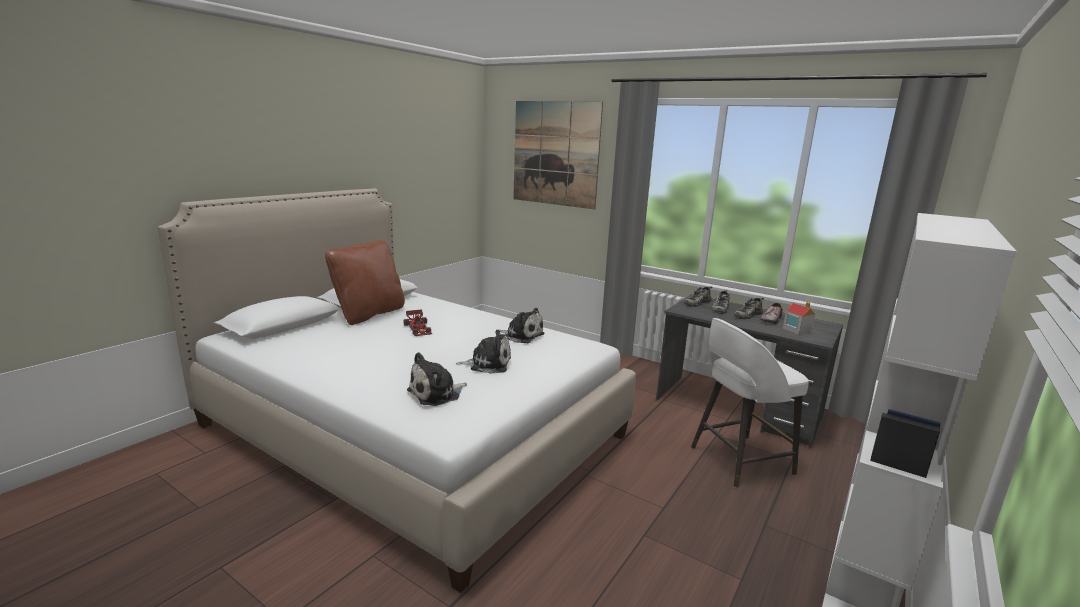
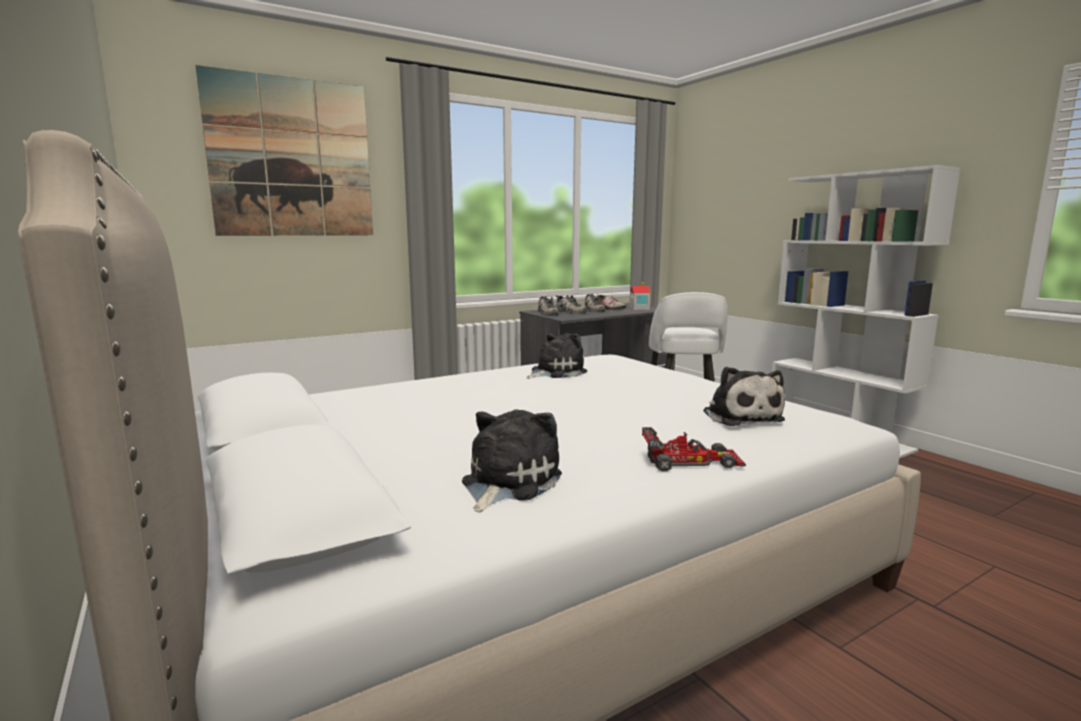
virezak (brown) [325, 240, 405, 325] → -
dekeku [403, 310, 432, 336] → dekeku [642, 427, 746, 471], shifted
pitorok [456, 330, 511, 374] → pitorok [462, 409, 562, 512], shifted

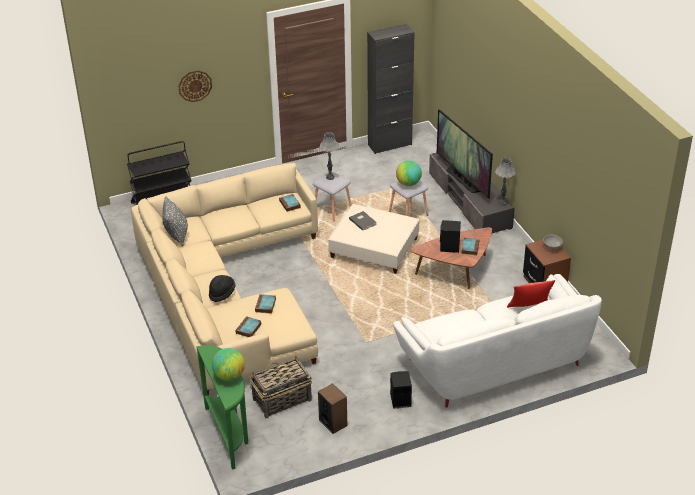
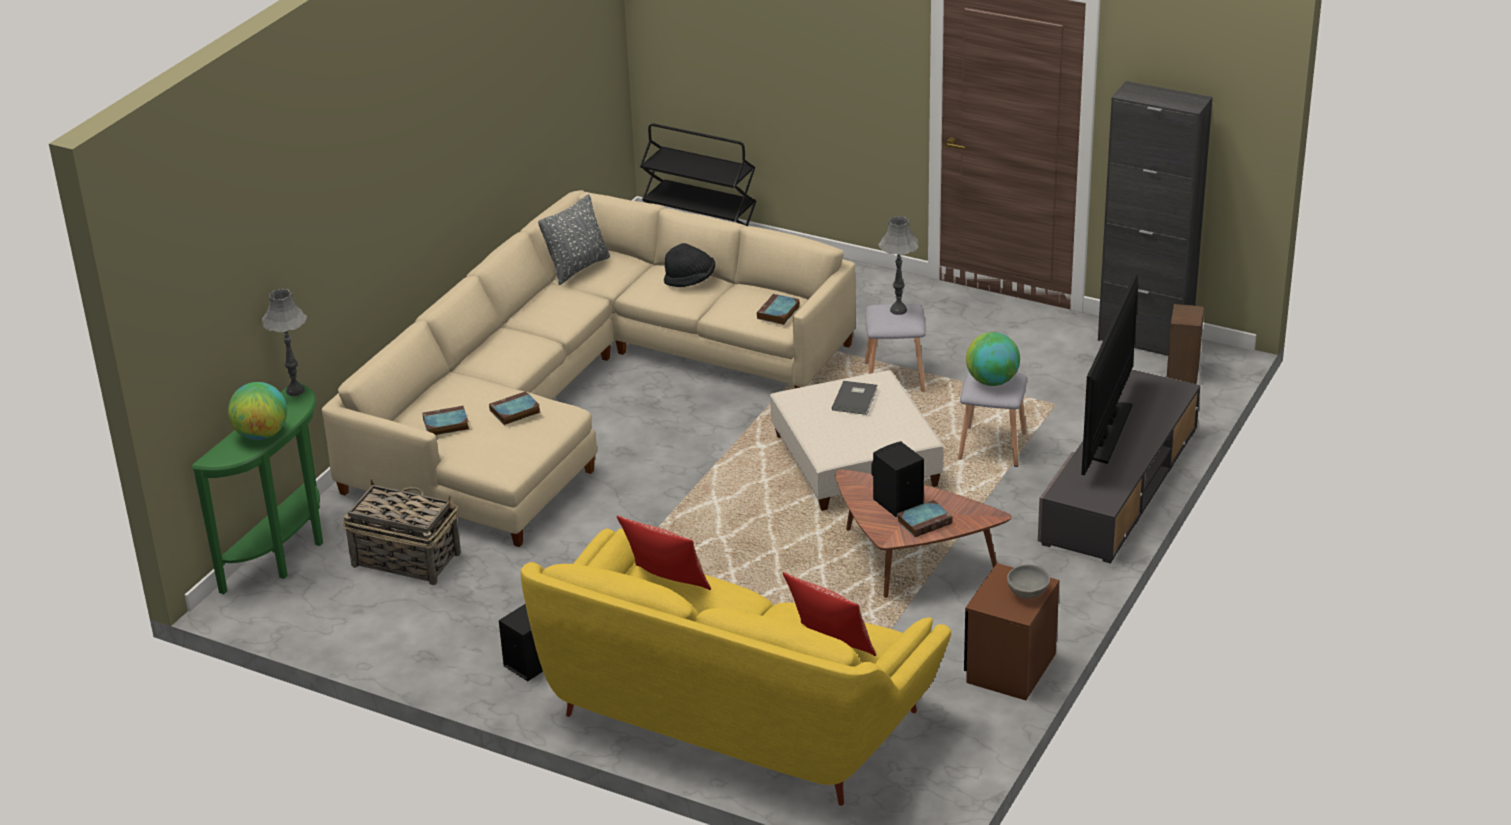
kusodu [178, 71, 212, 102] → -
- → virezak [617, 515, 711, 590]
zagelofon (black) [209, 275, 235, 302] → zagelofon (black) [664, 243, 715, 287], shifted
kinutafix [318, 383, 347, 434] → kinutafix [1167, 304, 1204, 384], shifted
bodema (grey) [495, 158, 516, 206] → bodema (grey) [262, 289, 307, 396], shifted
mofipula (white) [393, 274, 602, 408] → mofipula (yellow) [521, 529, 951, 806]

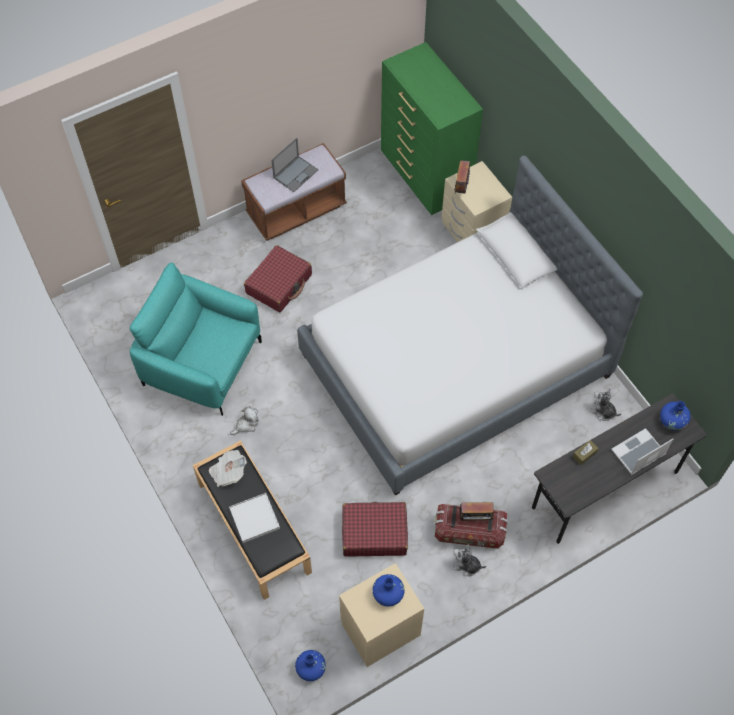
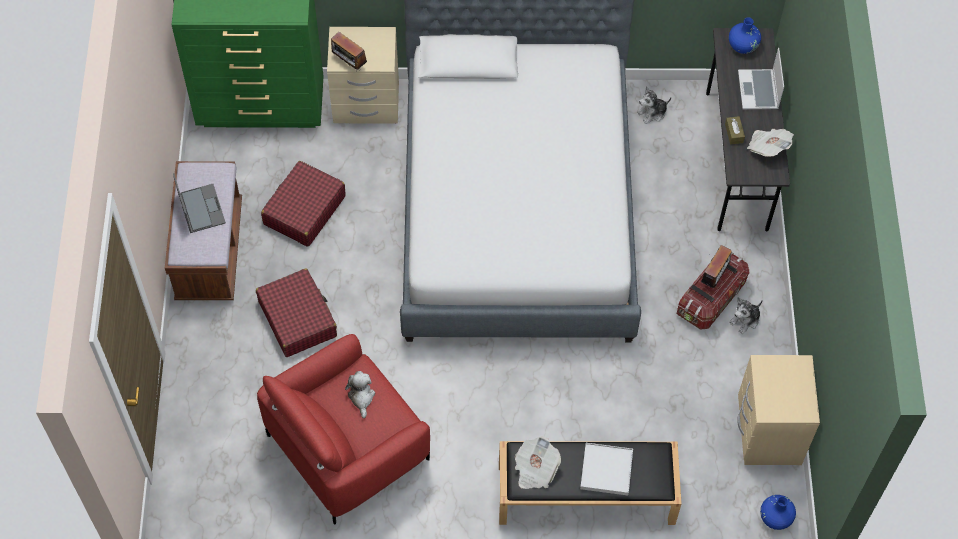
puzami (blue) [373, 574, 404, 607] → -
- → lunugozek [747, 129, 794, 157]
pitorok [230, 406, 259, 435] → pitorok [345, 371, 375, 418], shifted
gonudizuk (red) [342, 502, 408, 556] → gonudizuk (red) [261, 161, 346, 247], shifted
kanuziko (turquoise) [130, 262, 262, 416] → kanuziko (red) [257, 334, 430, 525]

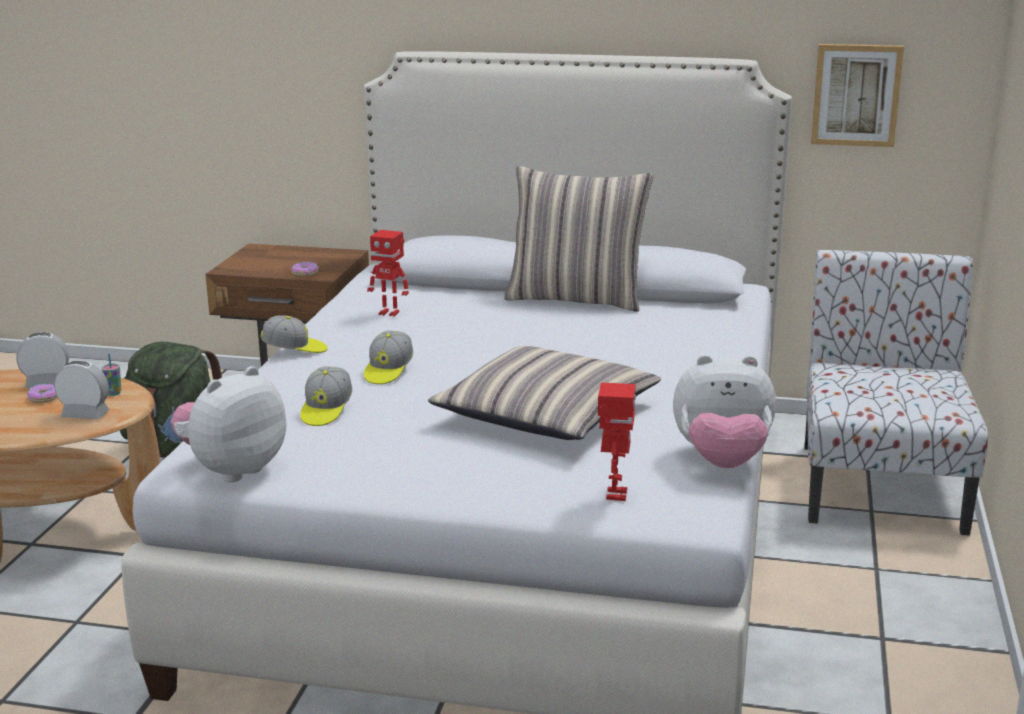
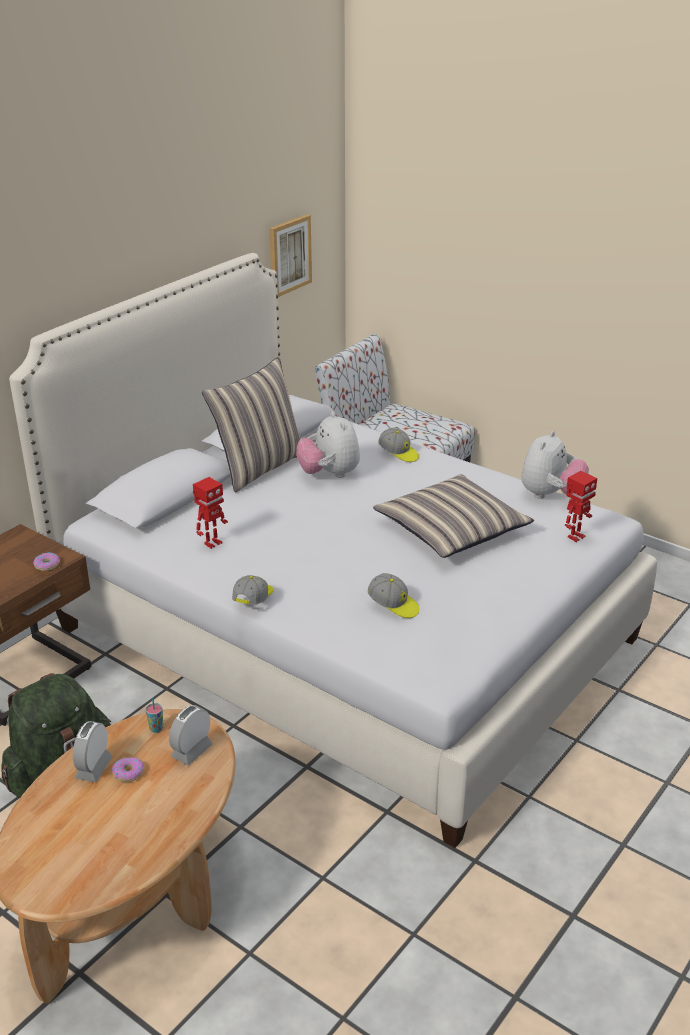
pitorok [171, 366, 286, 482] → pitorok [296, 412, 360, 478], shifted
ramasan [364, 330, 413, 384] → ramasan [378, 428, 419, 462], shifted
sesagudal [598, 382, 636, 501] → sesagudal [565, 471, 597, 542], 105 degrees clockwise

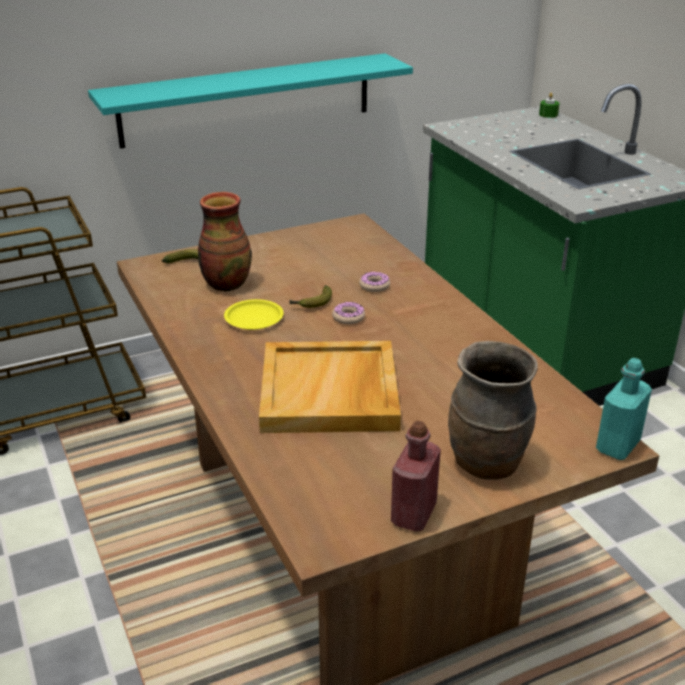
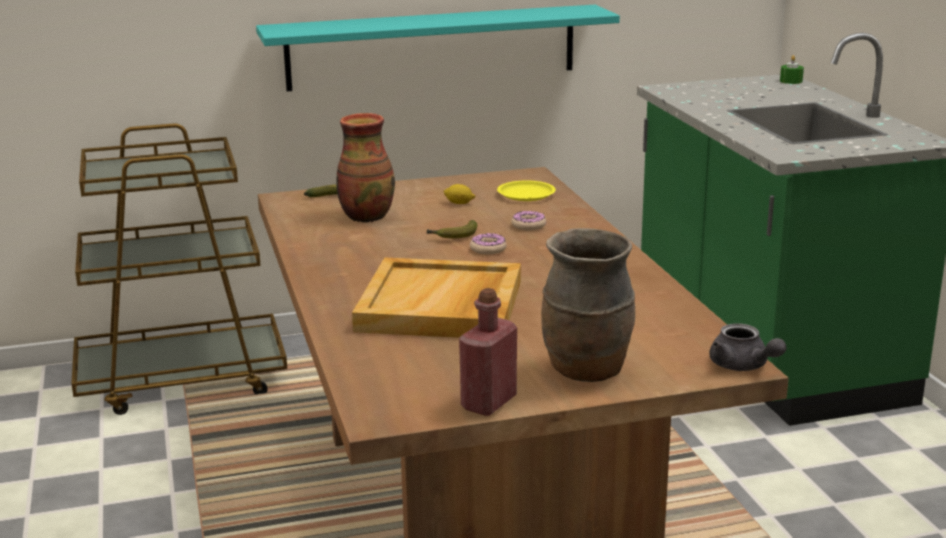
- → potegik [443, 184, 476, 204]
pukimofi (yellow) [224, 299, 284, 330] → pukimofi (yellow) [497, 180, 556, 201], shifted
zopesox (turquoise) [596, 358, 652, 460] → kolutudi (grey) [709, 324, 787, 371]

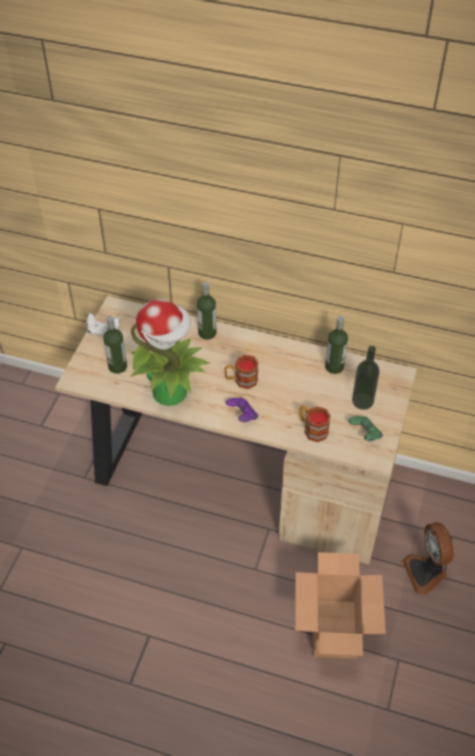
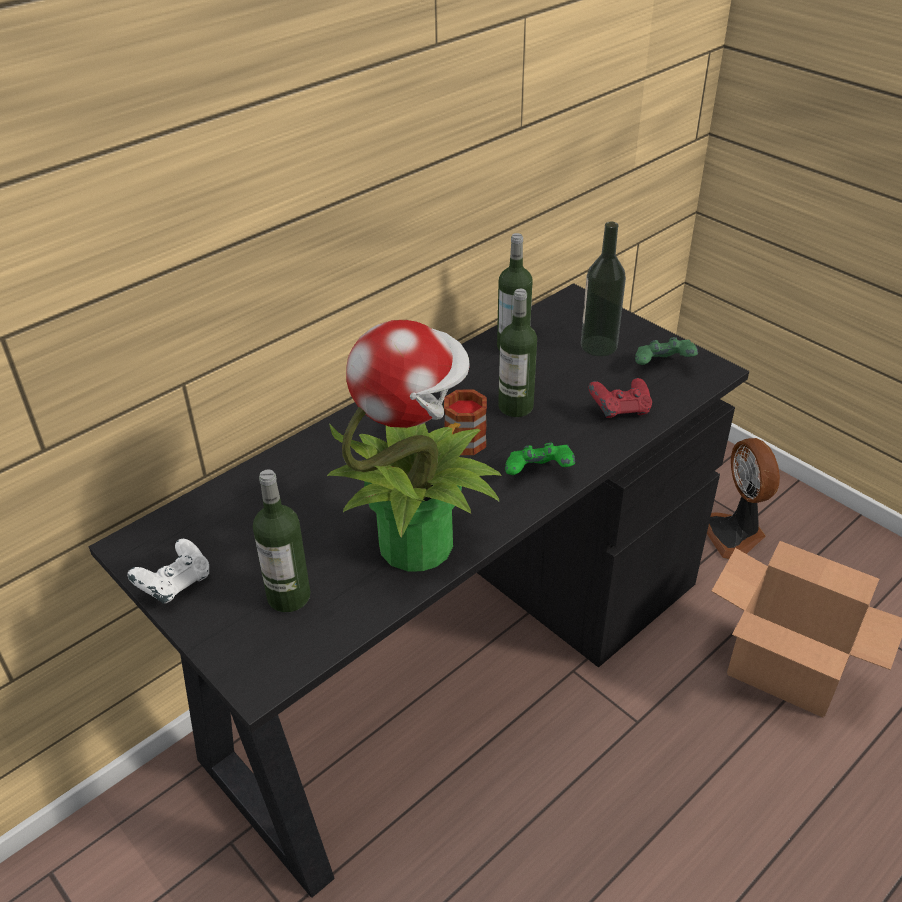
zopesox [197, 282, 217, 340] → zopesox [498, 289, 537, 417], shifted
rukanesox [299, 405, 331, 442] → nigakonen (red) [589, 378, 652, 418]
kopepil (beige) [55, 296, 417, 565] → kopepil (black) [89, 283, 749, 898]
nigakonen (purple) [226, 398, 258, 422] → nigakonen (green) [505, 443, 575, 475]
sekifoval [402, 522, 454, 595] → sekifoval [707, 438, 780, 559], 60 degrees clockwise

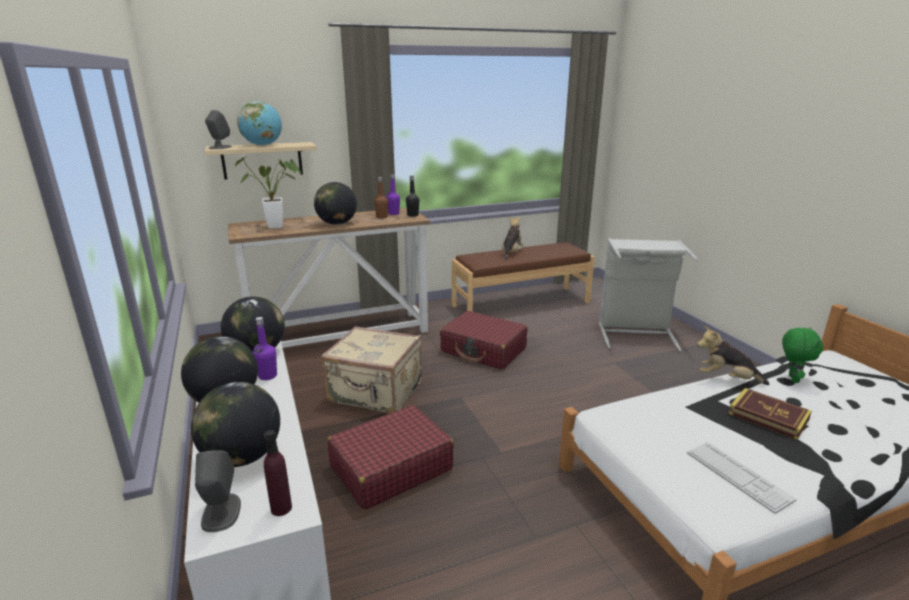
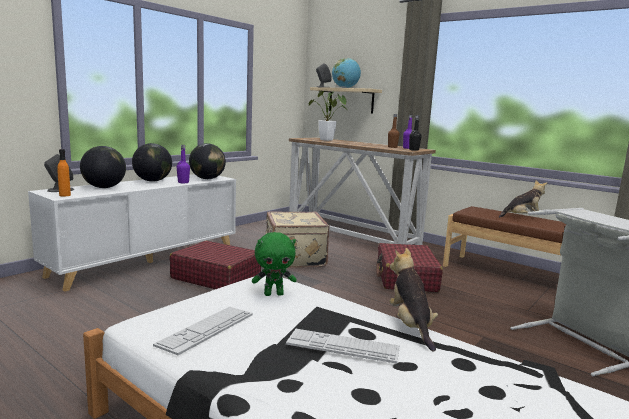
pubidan [314, 182, 357, 225] → -
pitorok (green) [782, 327, 823, 383] → pitorok (green) [252, 232, 297, 296], shifted
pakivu [728, 388, 812, 440] → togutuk [286, 329, 400, 364]
zopesox (purple) [264, 430, 292, 516] → zopesox (orange) [57, 149, 71, 196]

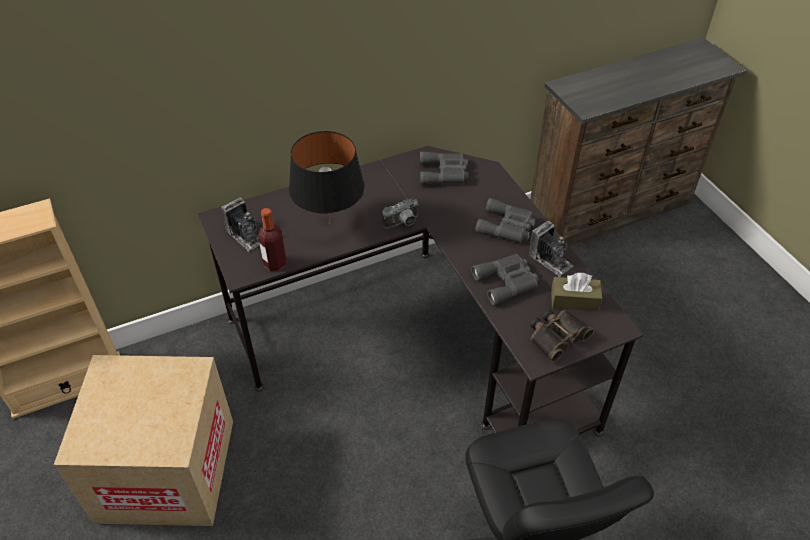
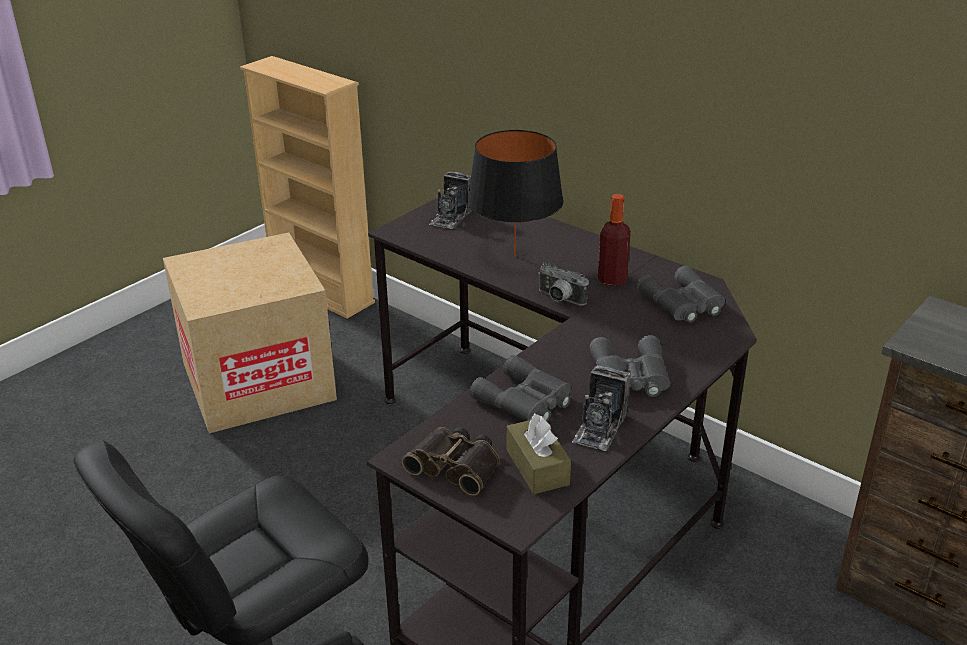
zopesox [258, 208, 286, 271] → zopesox [598, 194, 631, 286], shifted

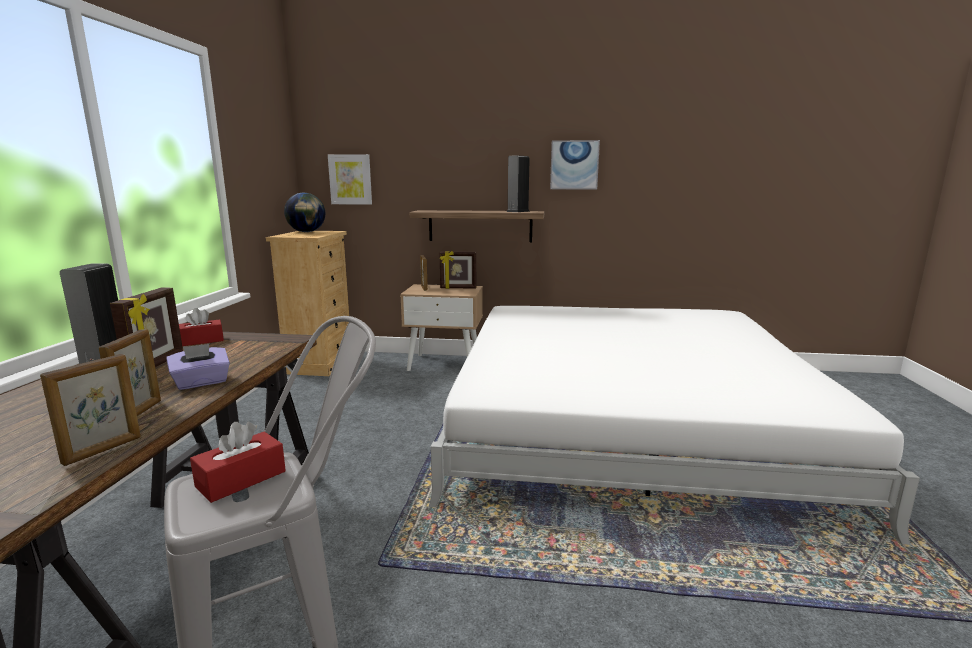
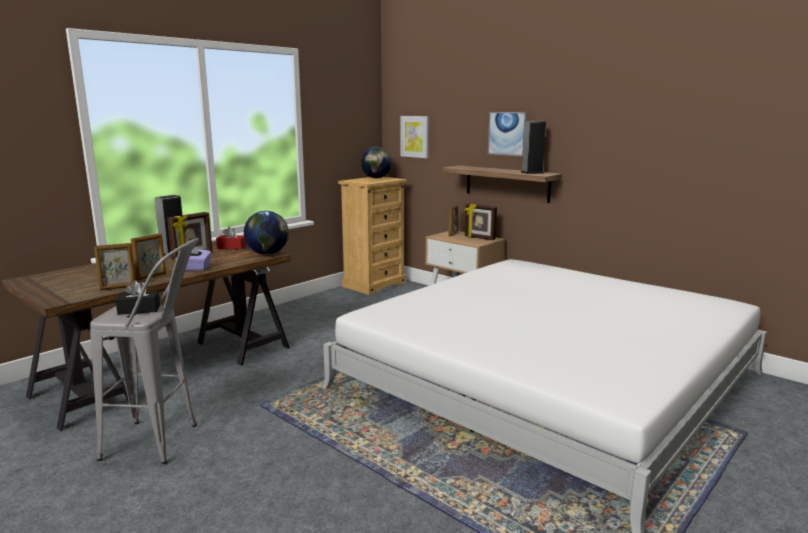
- → pubidan [244, 211, 289, 254]
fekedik [550, 140, 600, 189] → fekedik [488, 112, 527, 156], shifted
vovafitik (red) [190, 422, 286, 503] → vovafitik (black) [115, 281, 160, 315]

